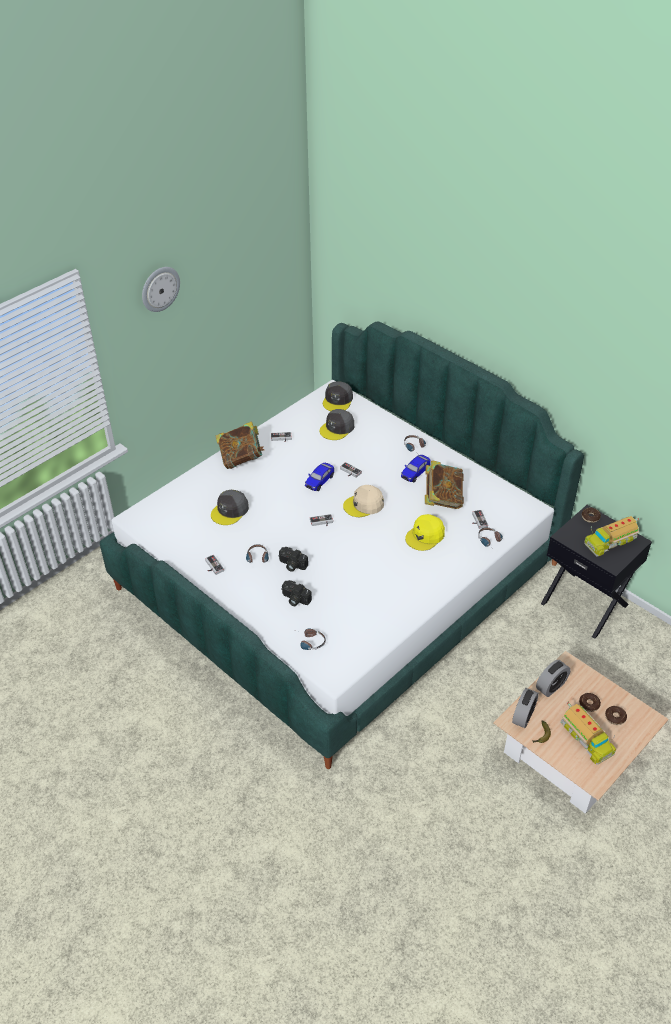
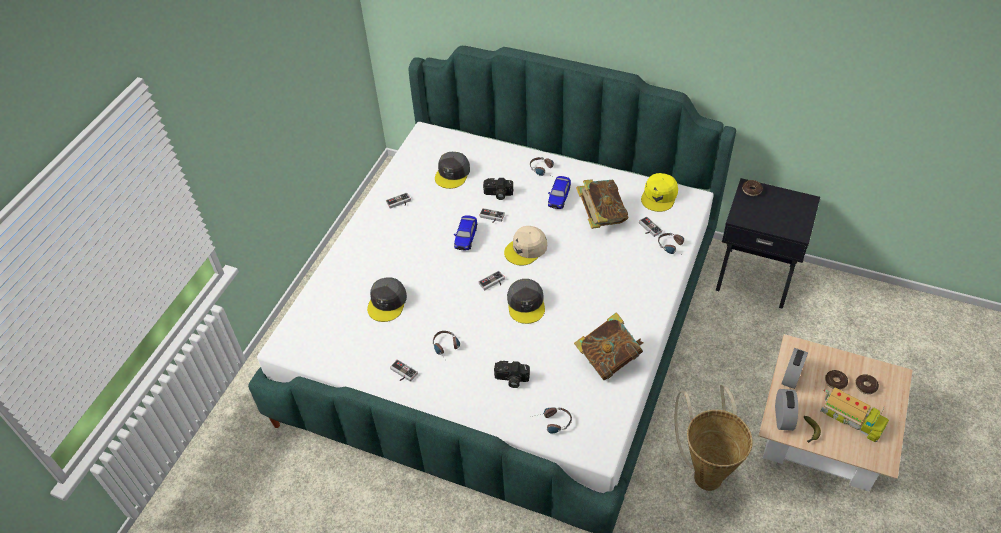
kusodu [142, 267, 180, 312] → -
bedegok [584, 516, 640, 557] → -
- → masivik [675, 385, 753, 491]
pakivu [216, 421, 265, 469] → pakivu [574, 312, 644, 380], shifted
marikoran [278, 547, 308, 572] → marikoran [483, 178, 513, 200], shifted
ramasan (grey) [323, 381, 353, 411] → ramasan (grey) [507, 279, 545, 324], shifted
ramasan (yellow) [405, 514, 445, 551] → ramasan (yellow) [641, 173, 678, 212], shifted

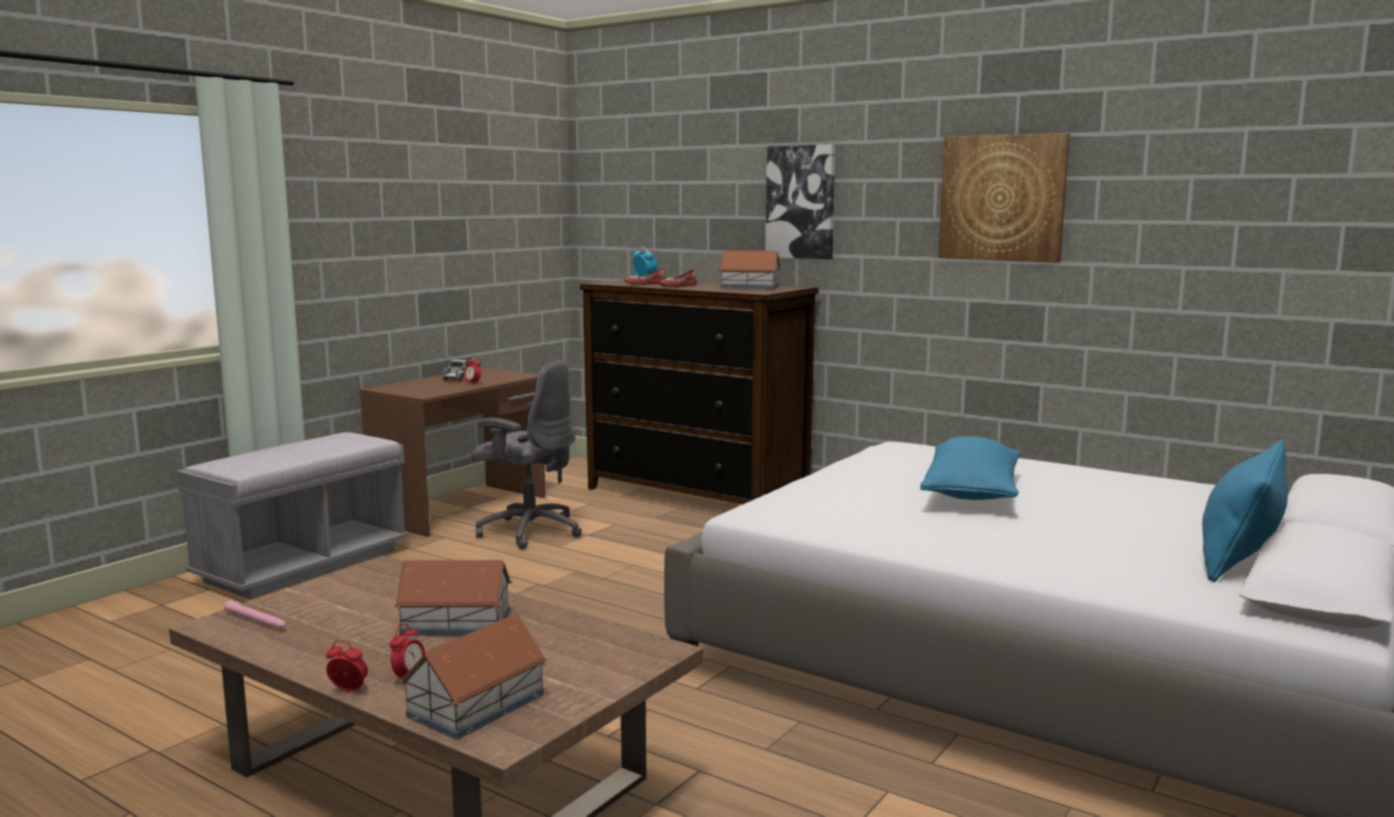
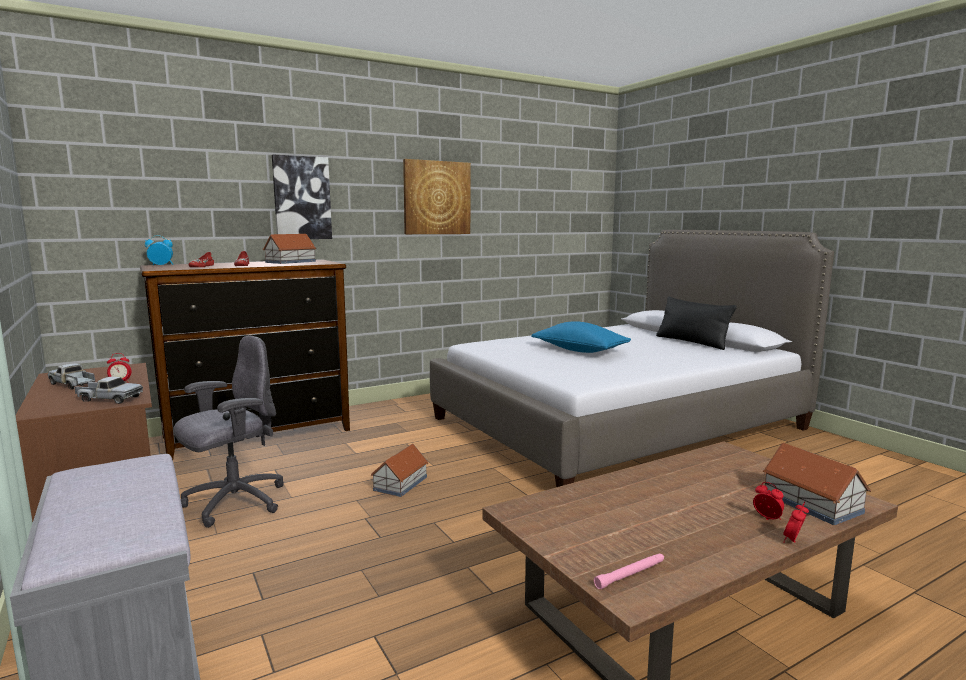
- → bedegok [74, 376, 143, 404]
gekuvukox [394, 560, 512, 636] → gekuvukox [371, 444, 429, 497], shifted
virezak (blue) [1202, 440, 1288, 582] → virezak (black) [656, 296, 737, 350]

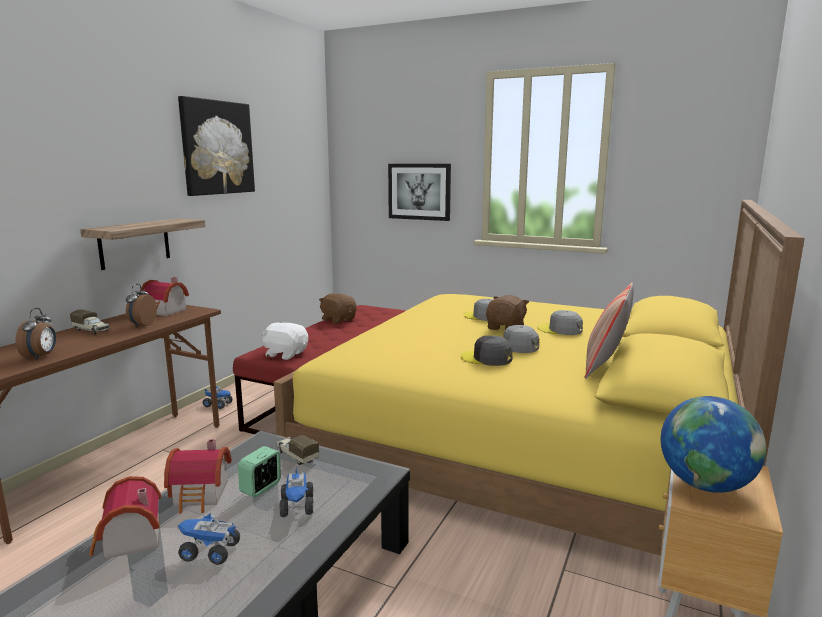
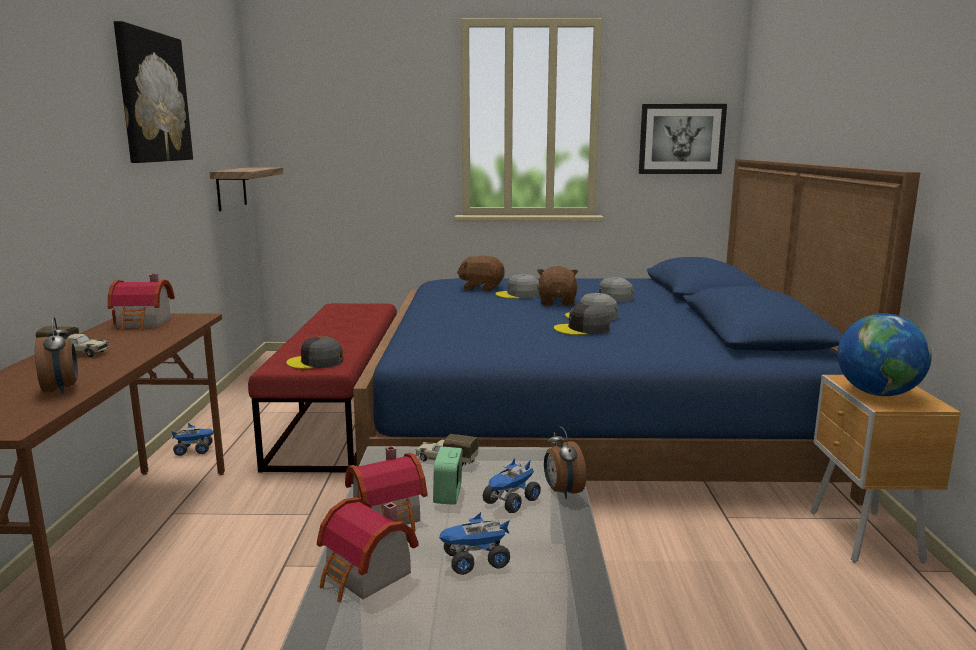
virezak [584, 282, 634, 379] → -
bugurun [80, 218, 205, 270] → bugurun [210, 167, 283, 211], shifted
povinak [126, 284, 157, 327] → povinak [544, 426, 586, 499], shifted
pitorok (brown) [319, 293, 357, 324] → pitorok (brown) [457, 256, 505, 291], shifted
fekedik [388, 164, 451, 221] → fekedik [639, 104, 727, 174], shifted
pitorok (white) [262, 322, 308, 360] → ramasan (grey) [286, 337, 343, 369]
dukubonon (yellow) [274, 200, 805, 556] → dukubonon (blue) [353, 159, 920, 505]
bedegok [279, 468, 313, 517] → bedegok [483, 458, 541, 513], 75 degrees clockwise

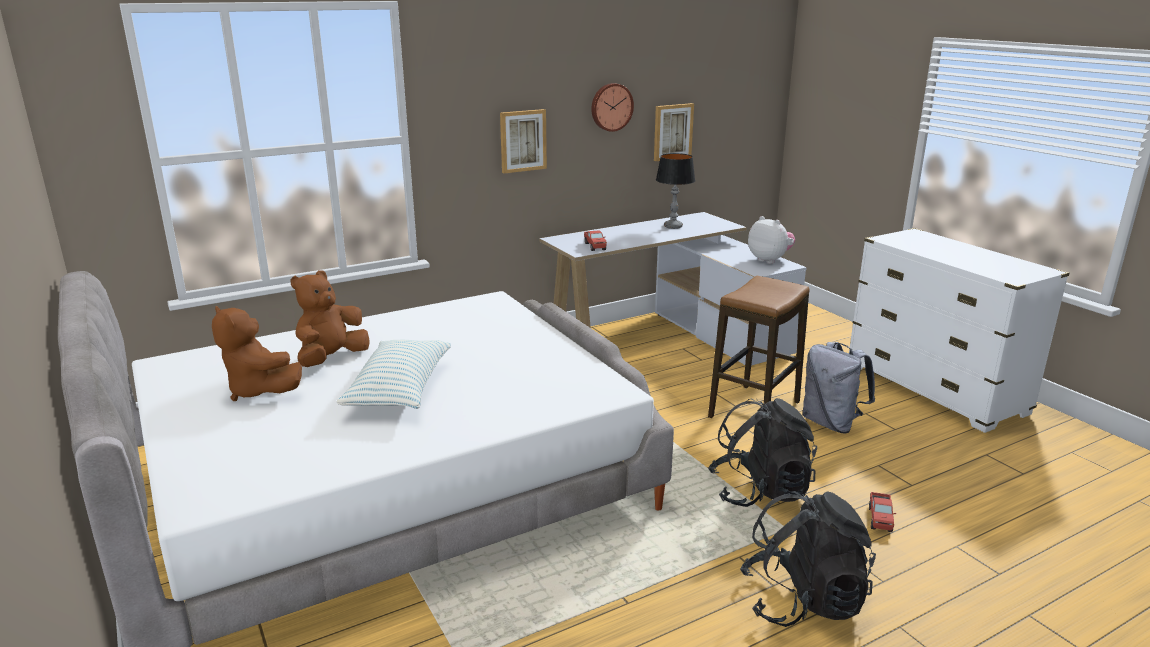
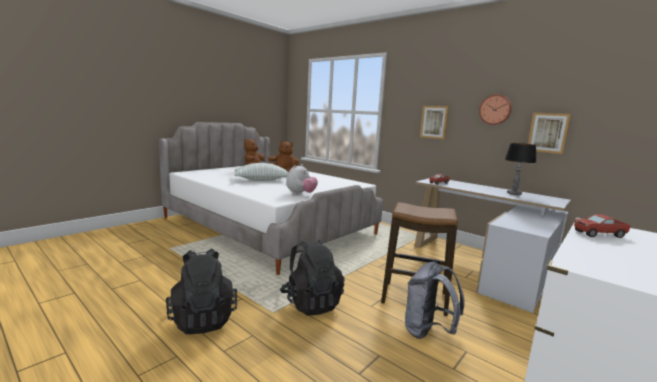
pitorok [748, 216, 795, 264] → pitorok [286, 164, 318, 195], shifted
bedegok [869, 492, 896, 532] → bedegok [574, 214, 630, 238], shifted

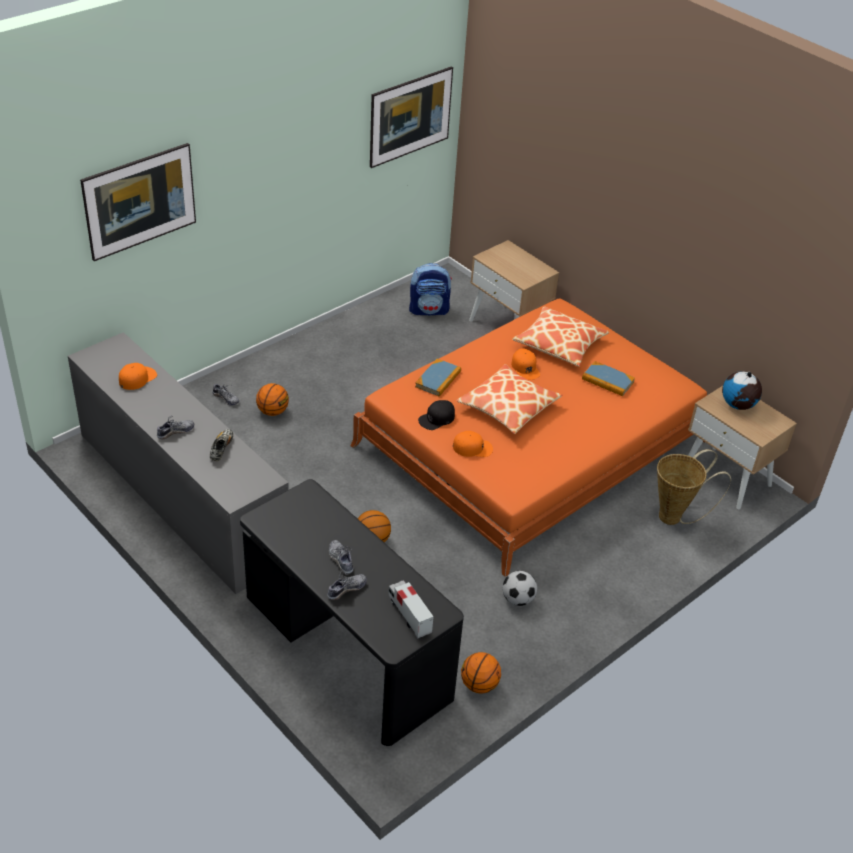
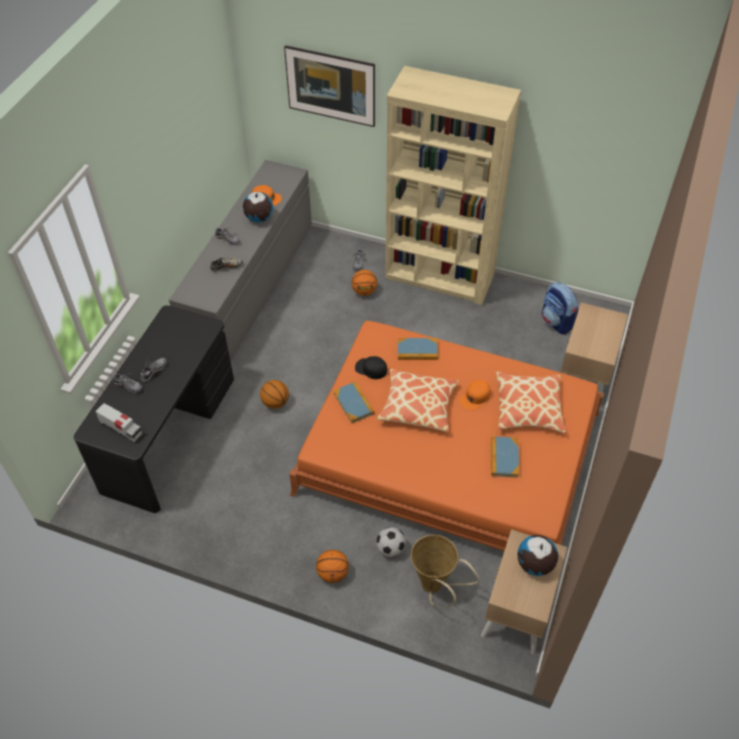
fekedik [370, 67, 453, 168] → -
- → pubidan [243, 192, 273, 222]
- → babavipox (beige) [385, 66, 521, 305]
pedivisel [461, 652, 501, 693] → pedivisel [316, 550, 349, 583], shifted
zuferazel [502, 571, 537, 606] → zuferazel [376, 527, 406, 557], shifted
ramasan (orange) [453, 431, 493, 457] → pakivu [333, 381, 375, 424]
bedegok [389, 580, 434, 638] → bedegok [95, 403, 143, 442], 90 degrees clockwise

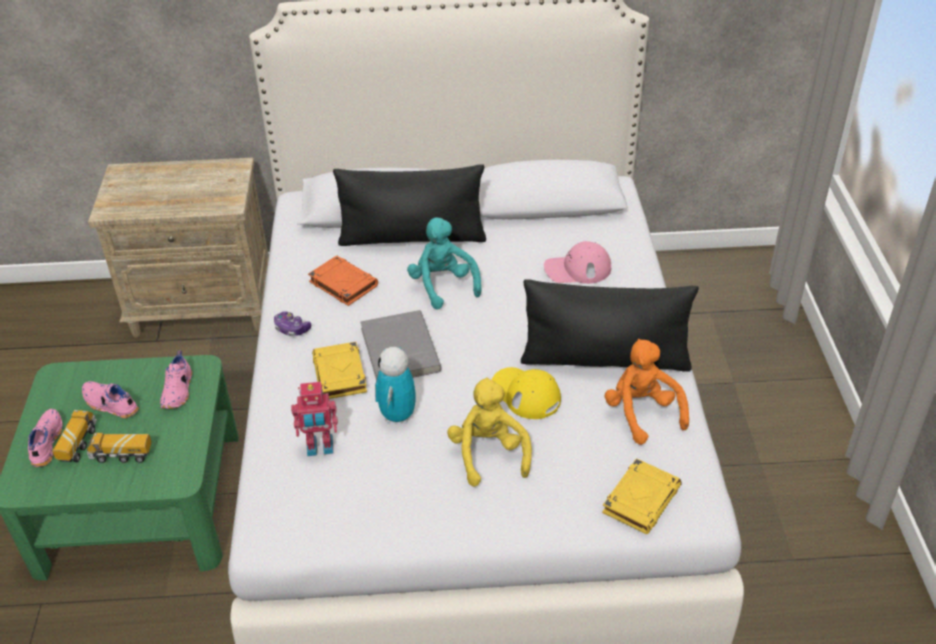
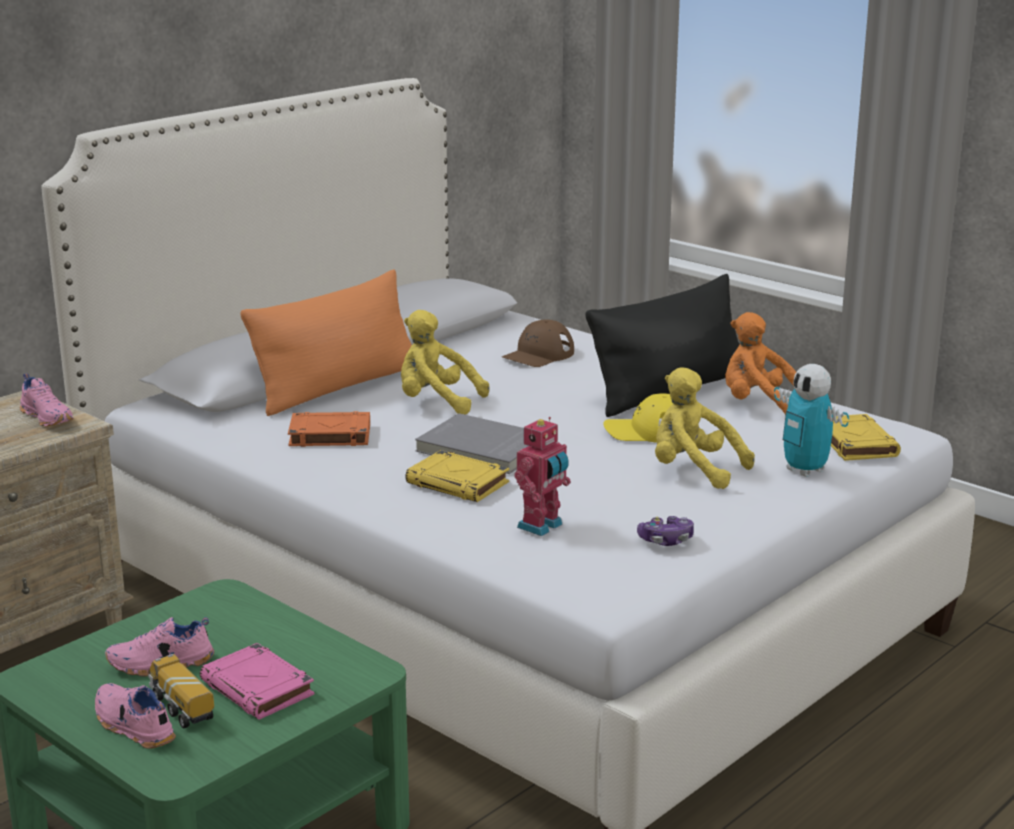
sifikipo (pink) [160, 350, 192, 409] → sifikipo (pink) [20, 373, 74, 427], shifted
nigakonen [274, 312, 311, 336] → nigakonen [637, 516, 694, 546], shifted
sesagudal [375, 347, 415, 424] → sesagudal [774, 364, 849, 477], shifted
bedegok [87, 433, 151, 463] → pakivu (pink) [200, 643, 314, 720]
virezak (black) [333, 165, 486, 246] → virezak (orange) [240, 269, 412, 416]
pitorok (turquoise) [407, 218, 482, 309] → pitorok (yellow) [401, 310, 489, 415]
ramasan (pink) [544, 241, 612, 284] → ramasan (brown) [502, 319, 574, 367]

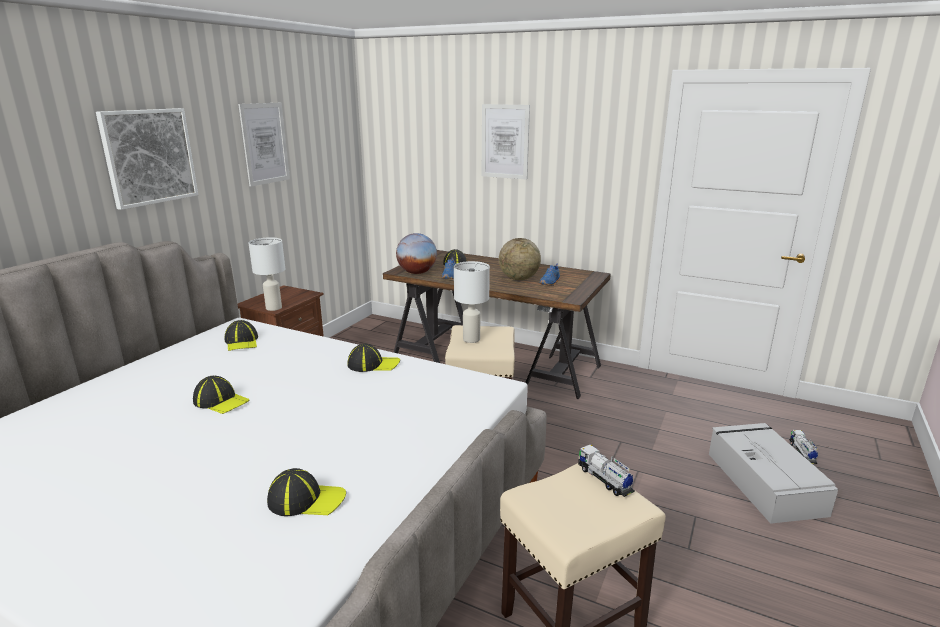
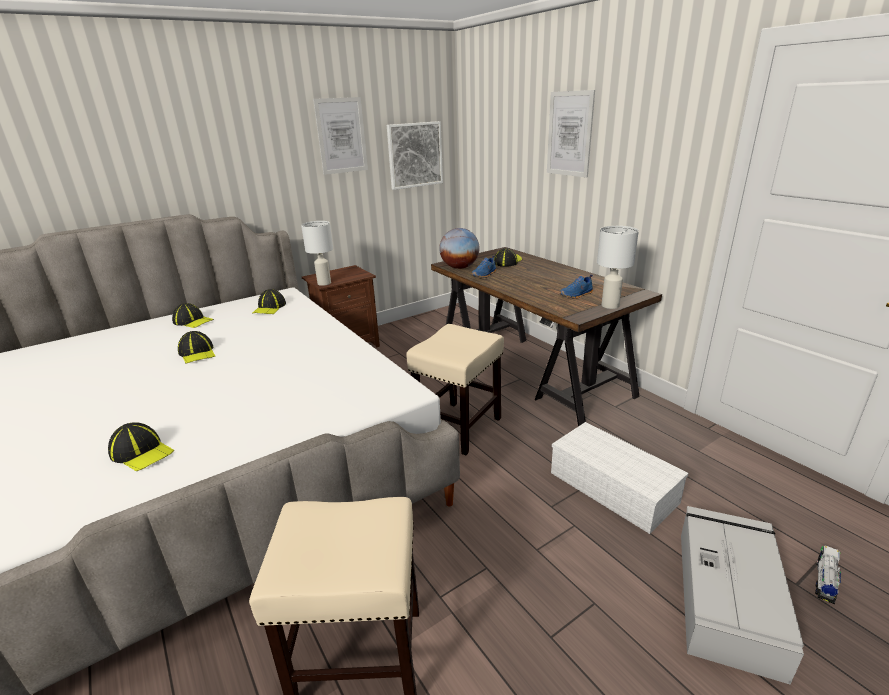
pubidan [499, 238, 541, 280] → -
bedegok [578, 444, 635, 497] → -
- → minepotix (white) [551, 422, 688, 534]
fekedik [96, 108, 198, 210] → fekedik [387, 121, 443, 190], shifted
ramasan [347, 344, 400, 372] → ramasan [172, 303, 214, 328], shifted
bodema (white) [454, 261, 490, 343] → bodema (white) [597, 226, 639, 309], shifted

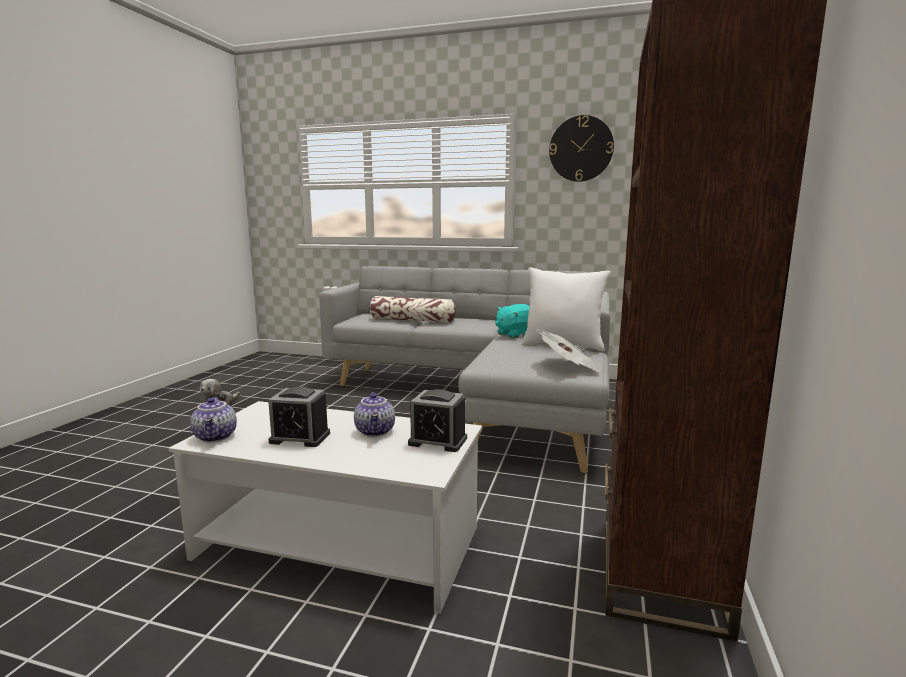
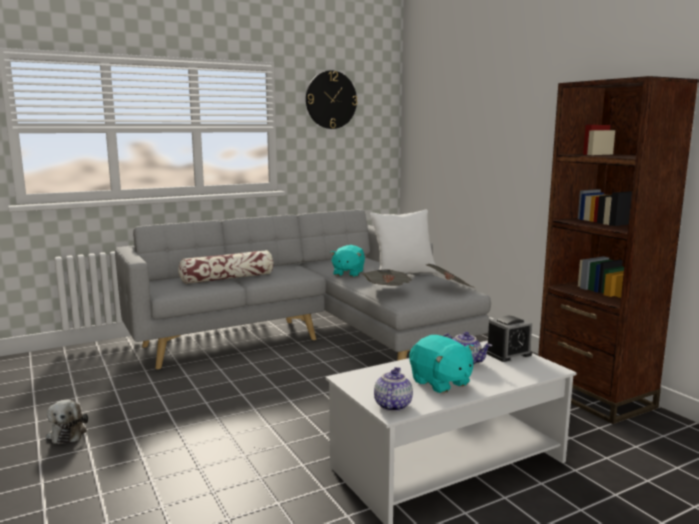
- → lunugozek [362, 269, 412, 286]
povinak [268, 387, 330, 447] → pitorok (turquoise) [409, 335, 474, 394]
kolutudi [190, 397, 237, 442] → kolutudi [374, 367, 413, 411], 105 degrees counterclockwise

